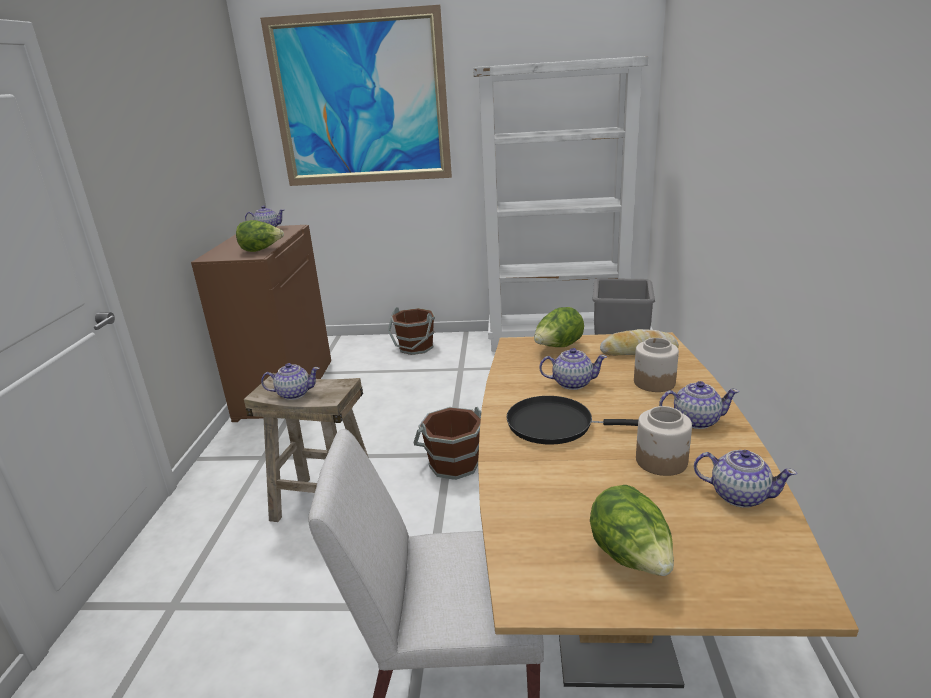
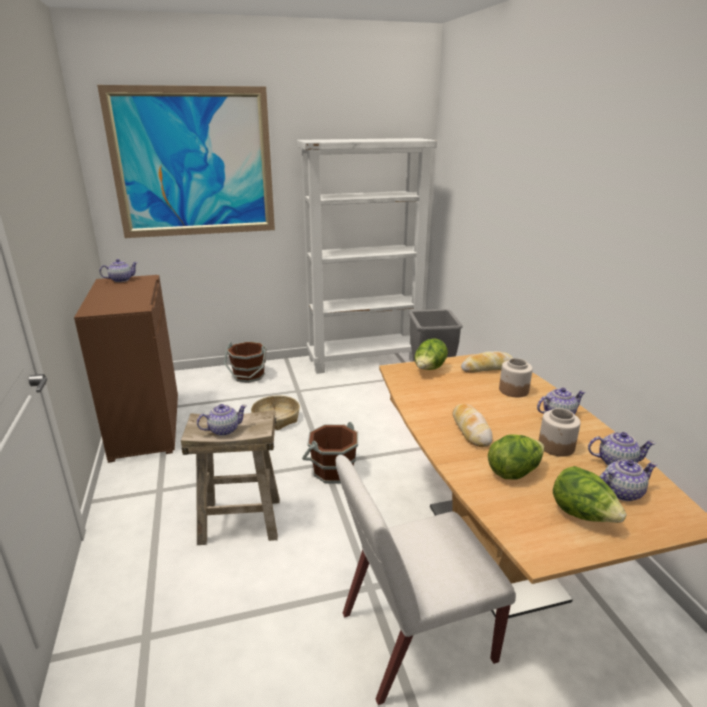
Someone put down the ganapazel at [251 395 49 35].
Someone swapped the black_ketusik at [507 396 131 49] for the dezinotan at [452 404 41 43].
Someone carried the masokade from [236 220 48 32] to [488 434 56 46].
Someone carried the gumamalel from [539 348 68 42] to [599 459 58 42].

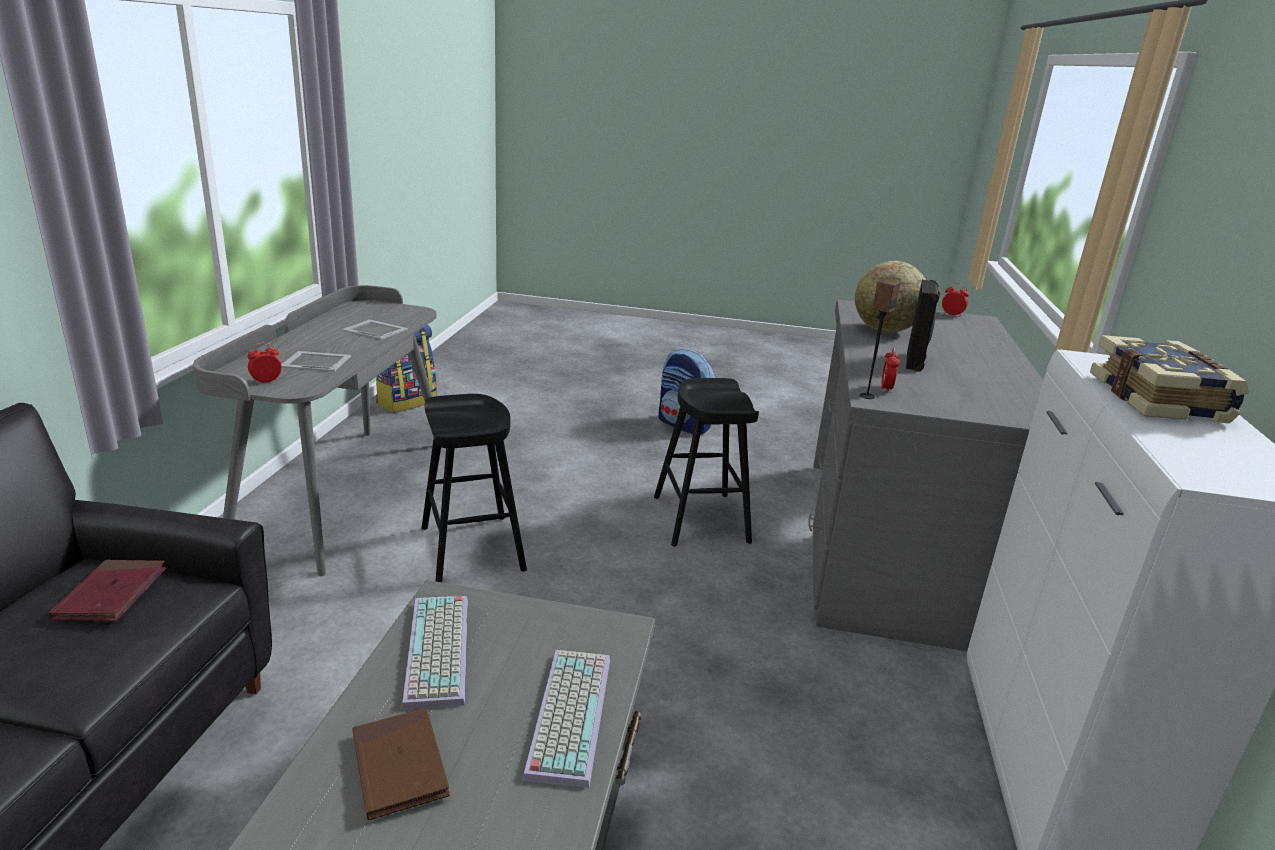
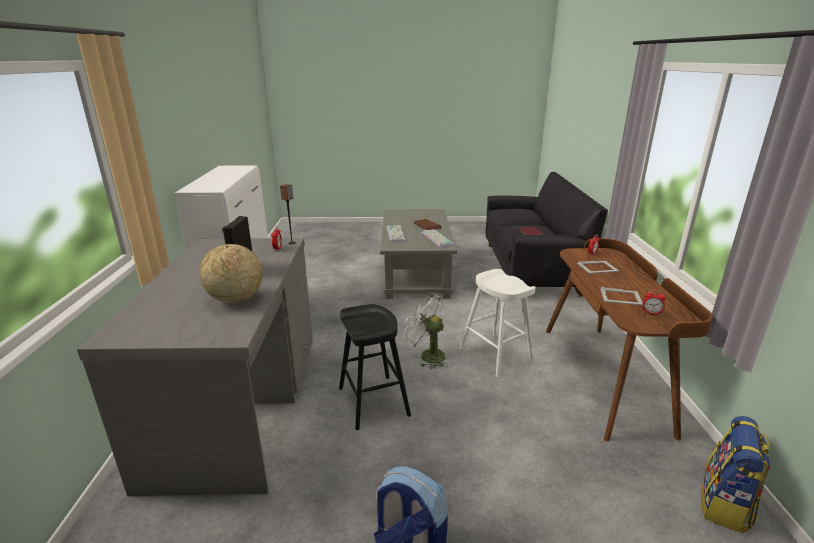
Someone put down the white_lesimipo at [404 293 43 76].
Someone repainted the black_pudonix at [422 394 105 188], which became the white_pudonix at [460 269 76 108].
Someone repainted the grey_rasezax at [193 285 244 291], which became the brown_rasezax at [546 239 167 203].
Someone carried the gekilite from [942 283 27 34] to [643 289 23 26].
Someone took away the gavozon at [1090 335 159 88].

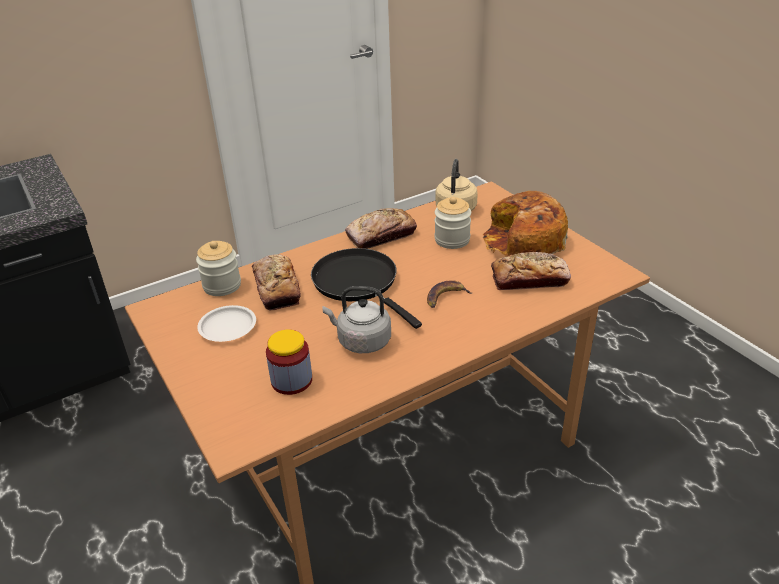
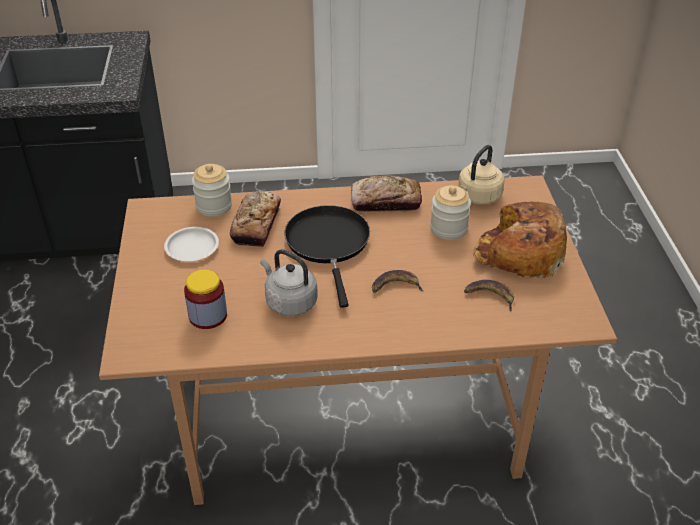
Someone swapped the dezinotan at [491 252 80 38] for the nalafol at [464 280 50 32].

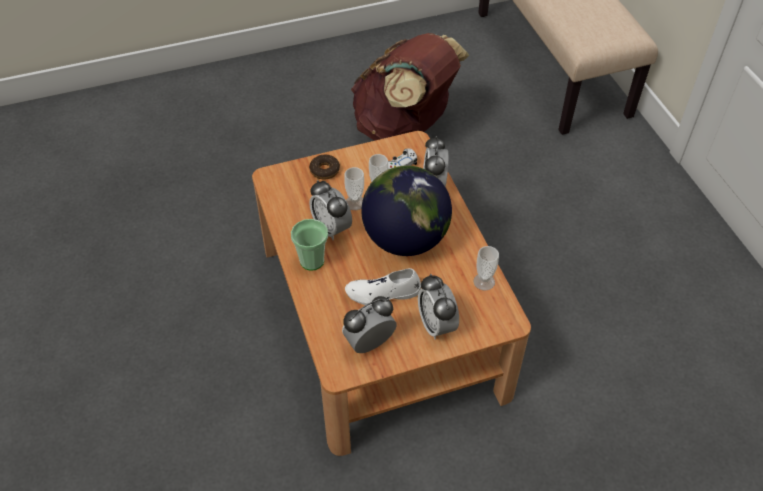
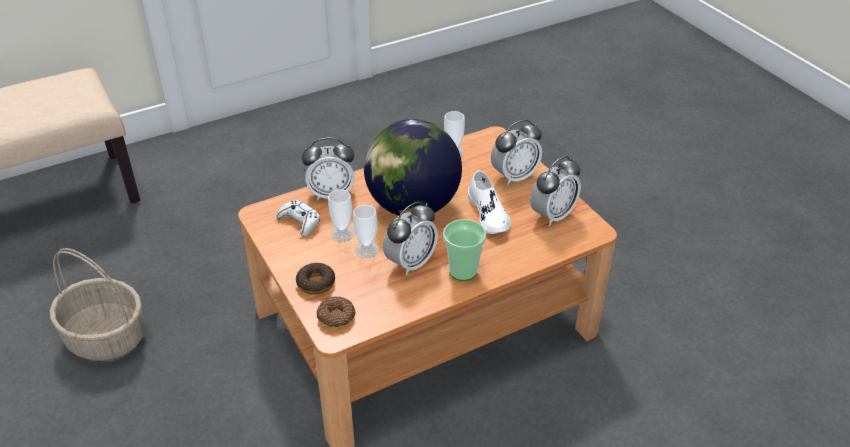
Someone swapped the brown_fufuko at [351 33 118 108] for the ganapazel at [50 248 95 113].
Someone put down the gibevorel at [317 296 38 33].
Someone rotated the gekilite at [342 296 55 57] by 90 degrees counterclockwise.

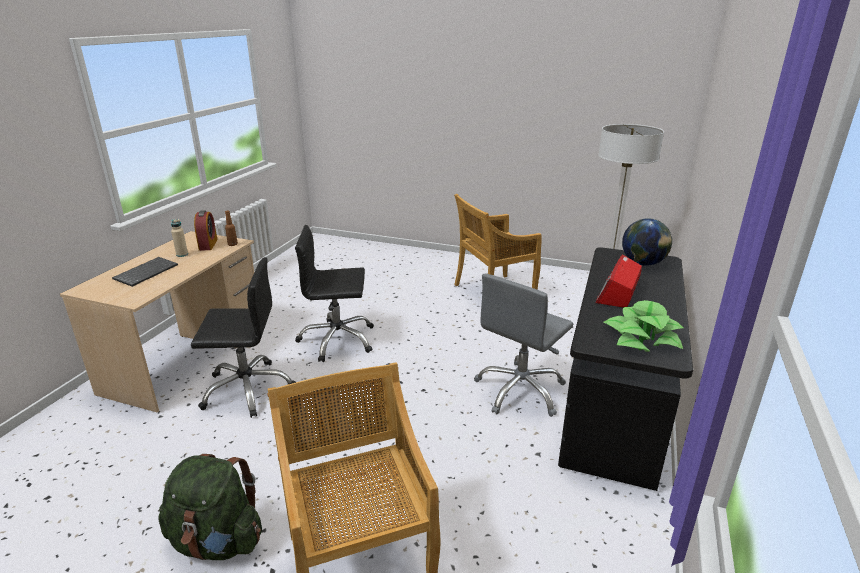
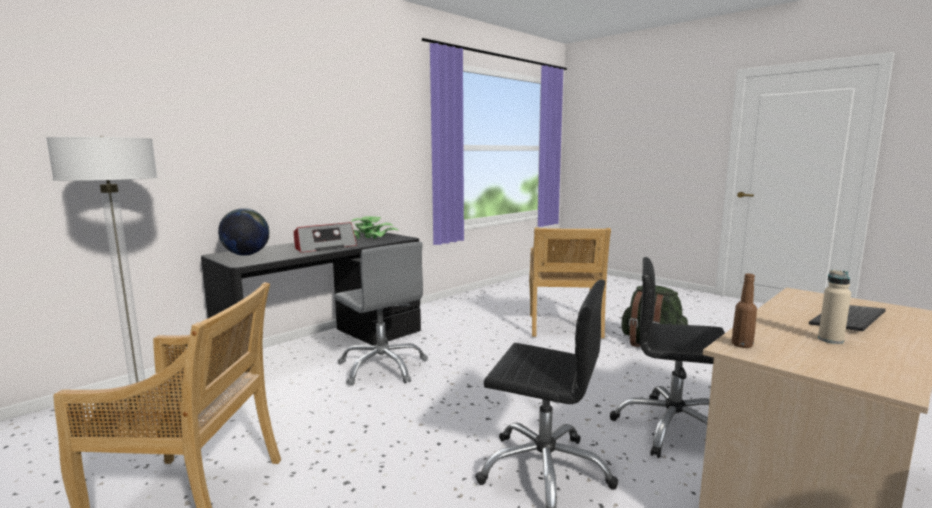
Someone rotated the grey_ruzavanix at [474 273 99 144] by 75 degrees clockwise.
Someone took away the gekilite at [194 210 23 41].

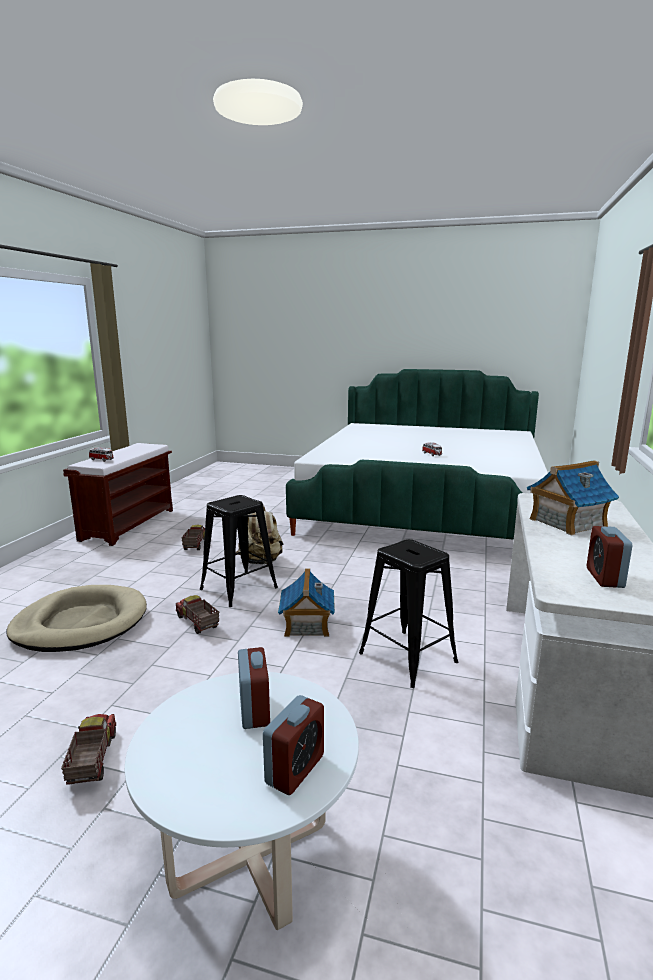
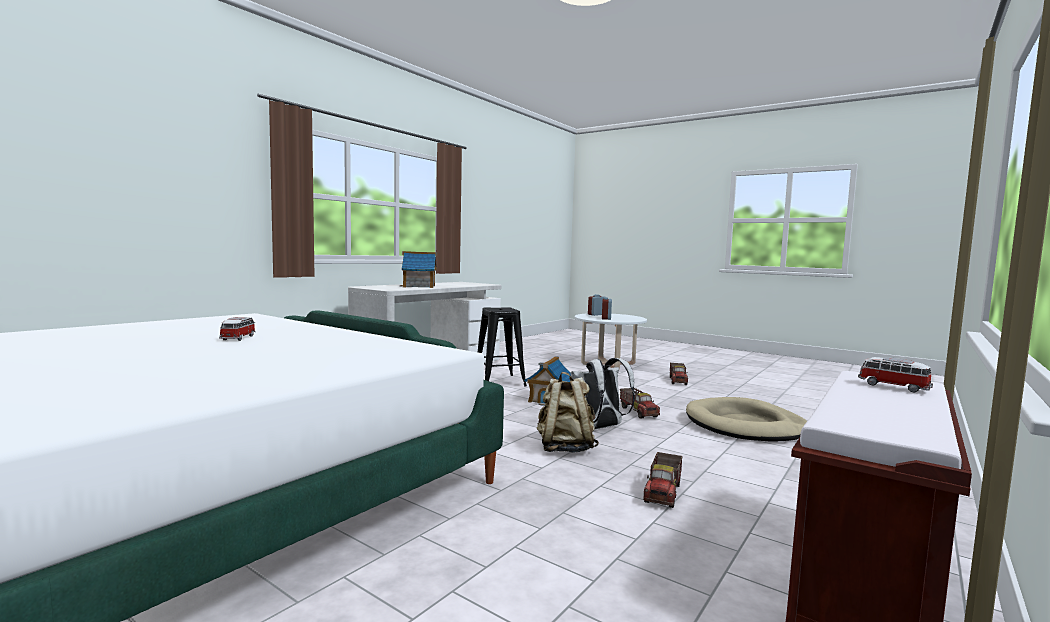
Someone swapped the black_pudonix at [200 495 78 112] for the white_fufuko at [571 358 64 71].
Someone took away the gekilite at [587 526 45 62].

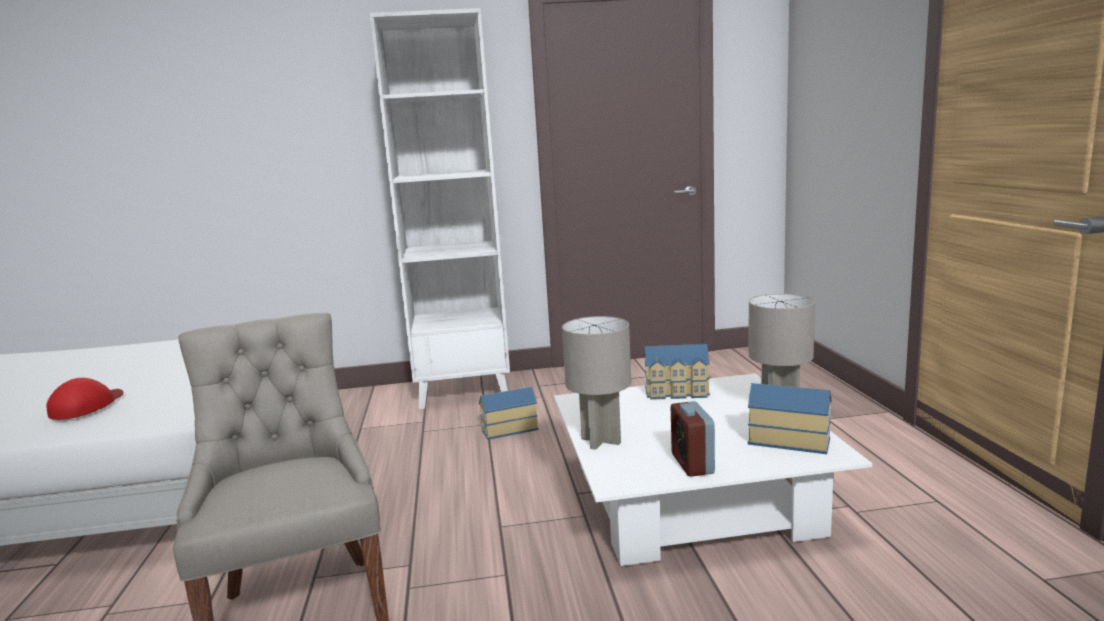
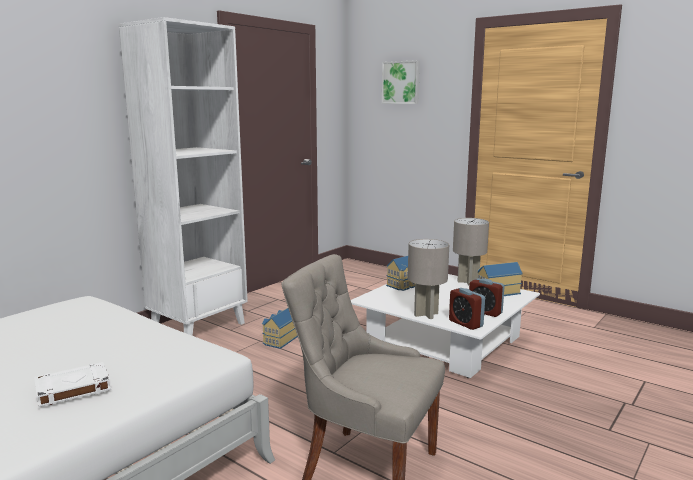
Someone swapped the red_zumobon at [46 378 77 42] for the white_gavozon at [34 362 77 45].
Someone put up the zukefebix at [382 60 38 44].
Someone put down the gekilite at [449 288 36 42].

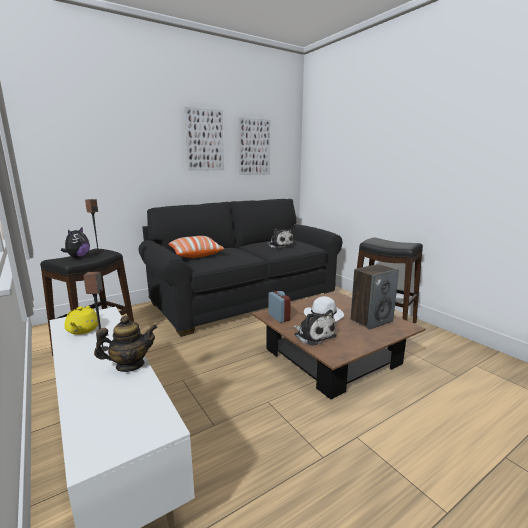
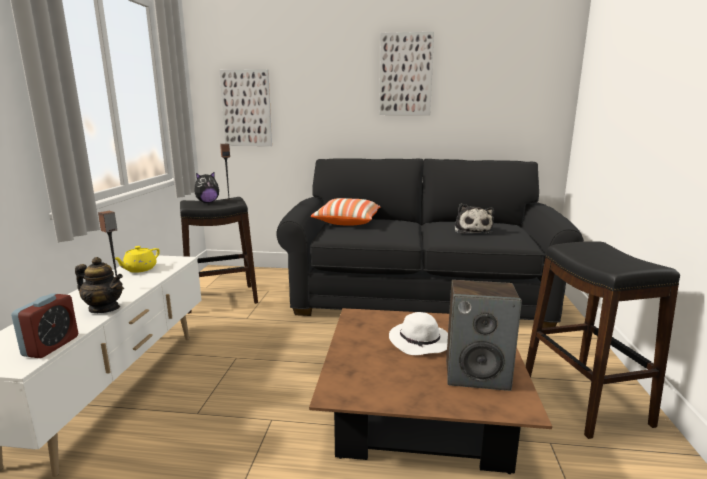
Someone carried the gekilite from [268 291 23 32] to [11 293 67 65].
Someone carried the zukefebix from [238 117 32 58] to [219 69 53 77].
Someone took away the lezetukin at [293 310 44 36].

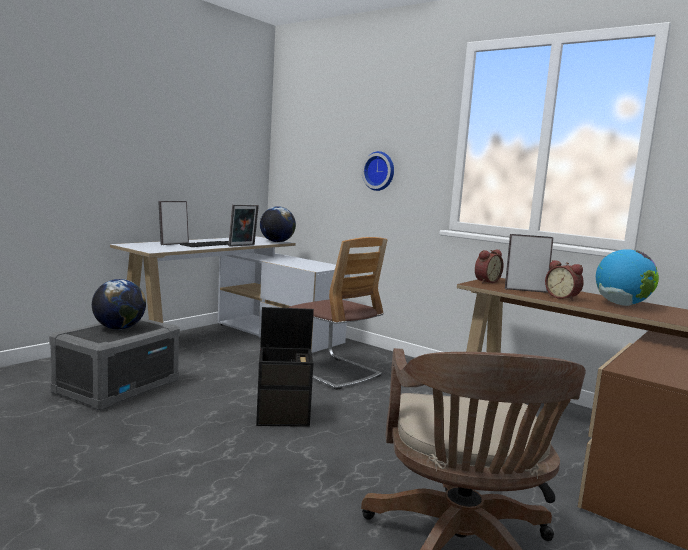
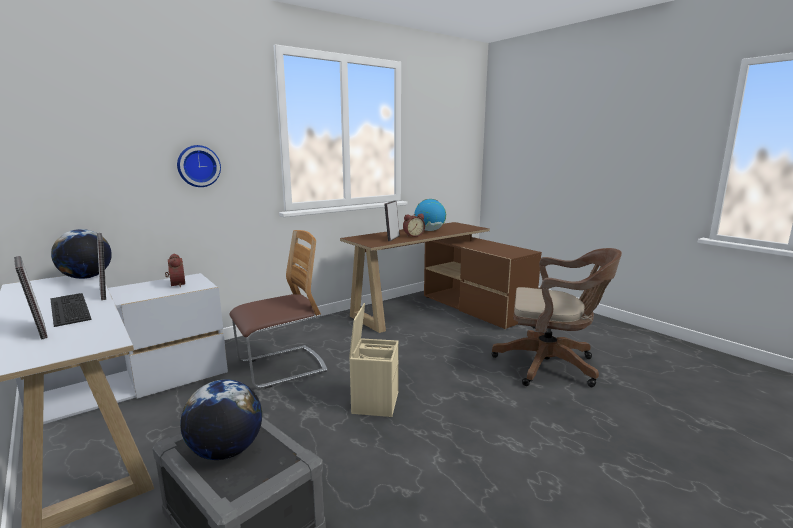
Someone carried the gekilite from [475 249 29 34] to [165 254 20 34].
Someone repainted the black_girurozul at [256 307 58 120], which became the beige_girurozul at [349 303 50 114].

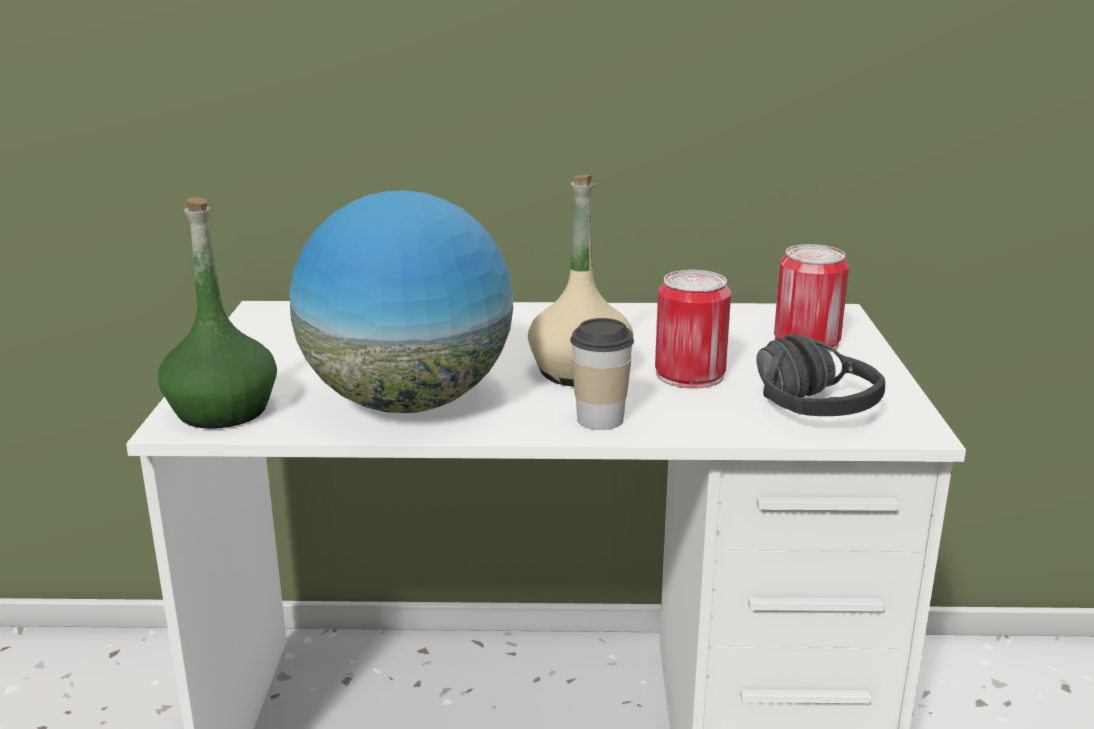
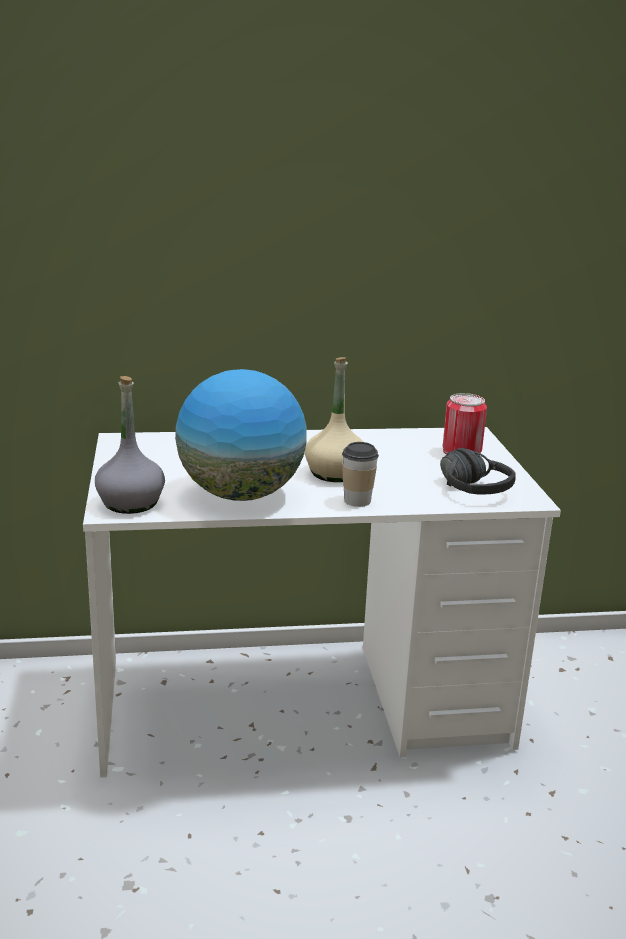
Someone repainted the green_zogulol at [158 198 119 231], which became the grey_zogulol at [95 376 70 138].
Someone took away the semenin at [655 270 76 118].

